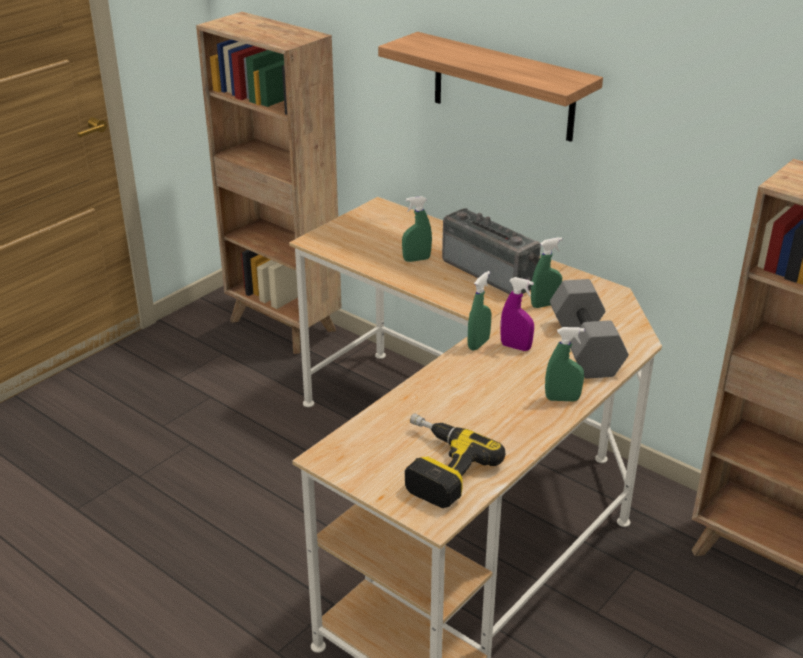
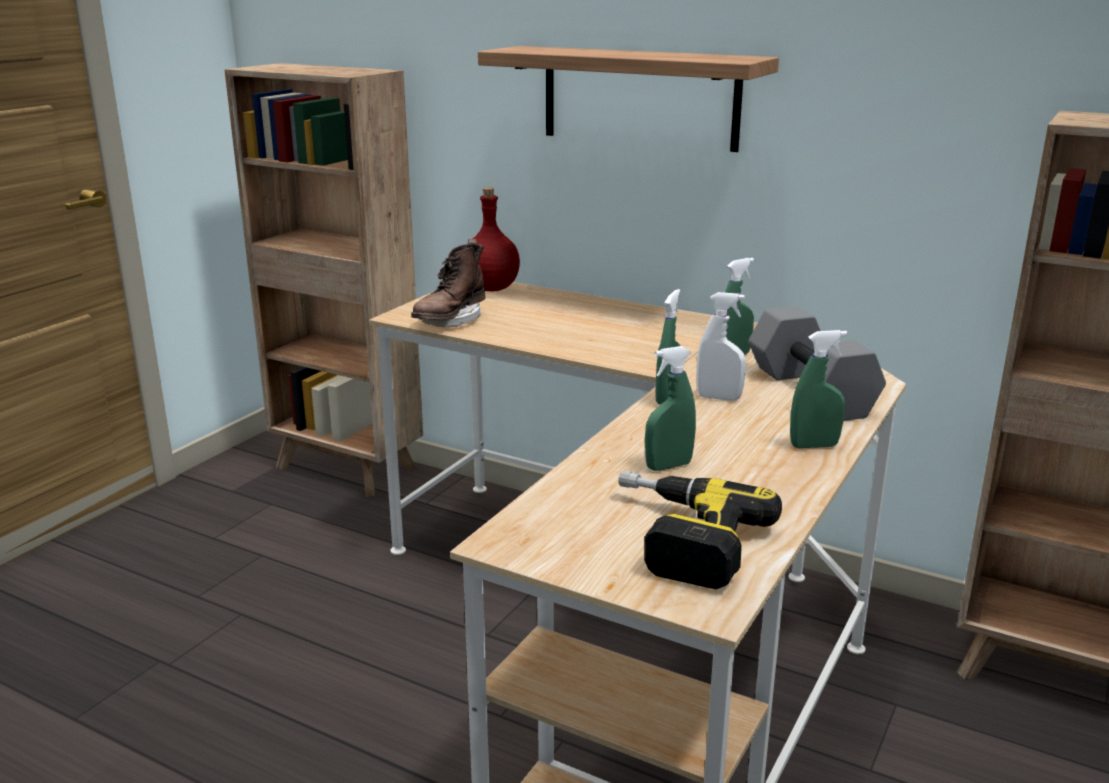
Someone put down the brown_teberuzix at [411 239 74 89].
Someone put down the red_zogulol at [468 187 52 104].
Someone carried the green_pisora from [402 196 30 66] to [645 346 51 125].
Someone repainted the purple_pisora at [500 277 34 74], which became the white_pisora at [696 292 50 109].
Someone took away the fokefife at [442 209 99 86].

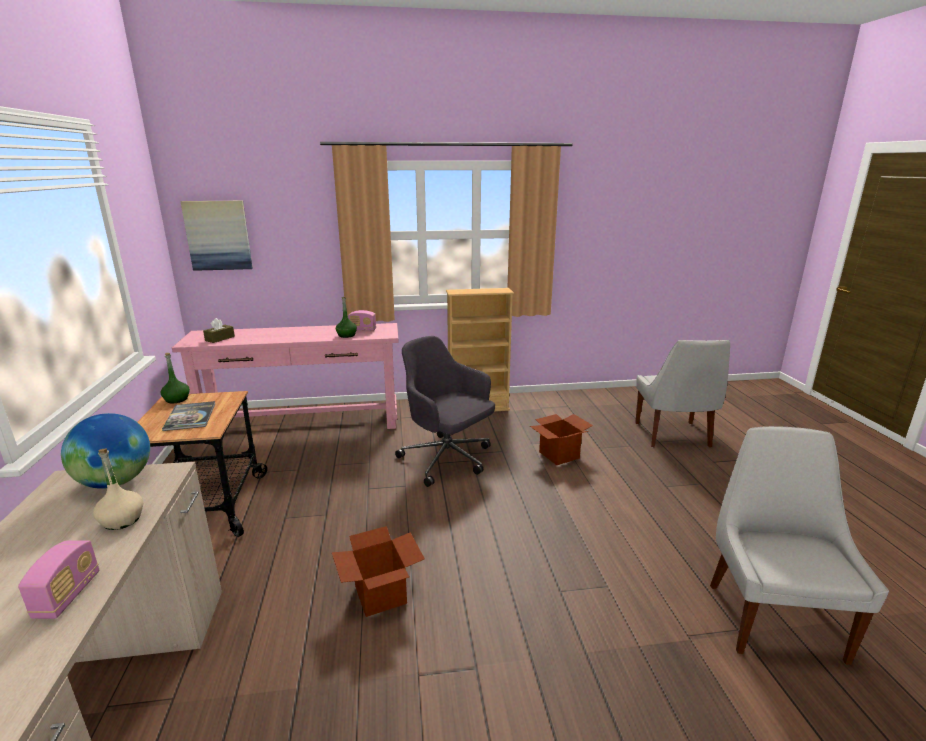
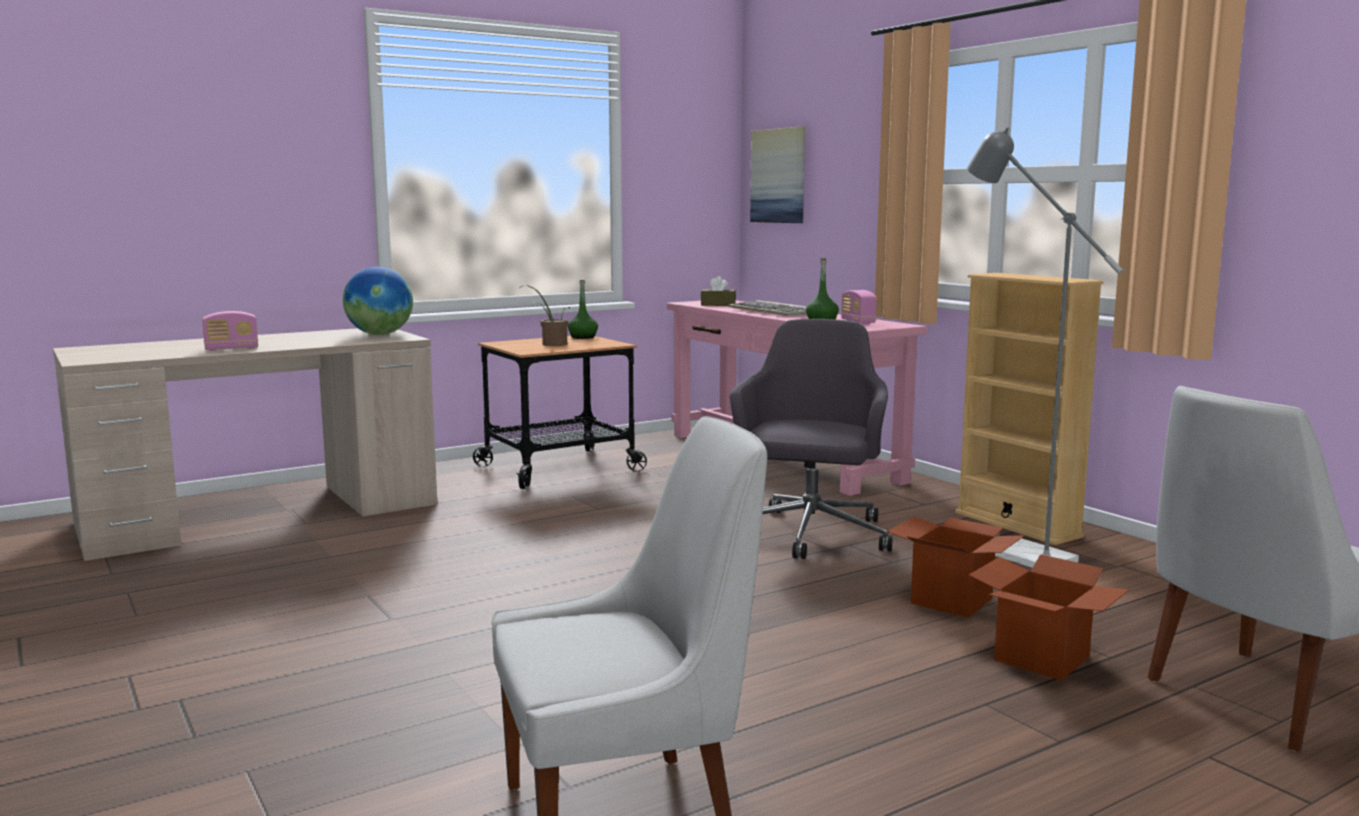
Someone swapped the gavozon at [162 401 53 30] for the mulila at [519 285 51 61].
Someone put down the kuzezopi at [728 300 79 16].
Someone put down the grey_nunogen at [967 127 156 441].
Someone carried the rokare from [332 526 93 91] to [969 554 161 126].
Someone took away the beige_zogulol at [93 449 50 81].

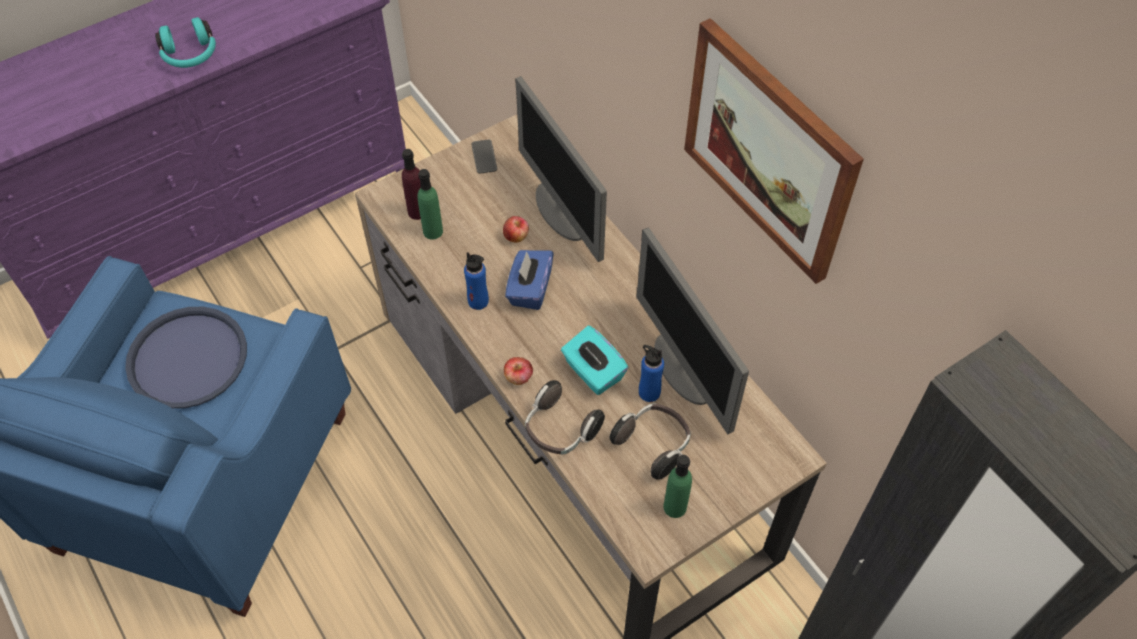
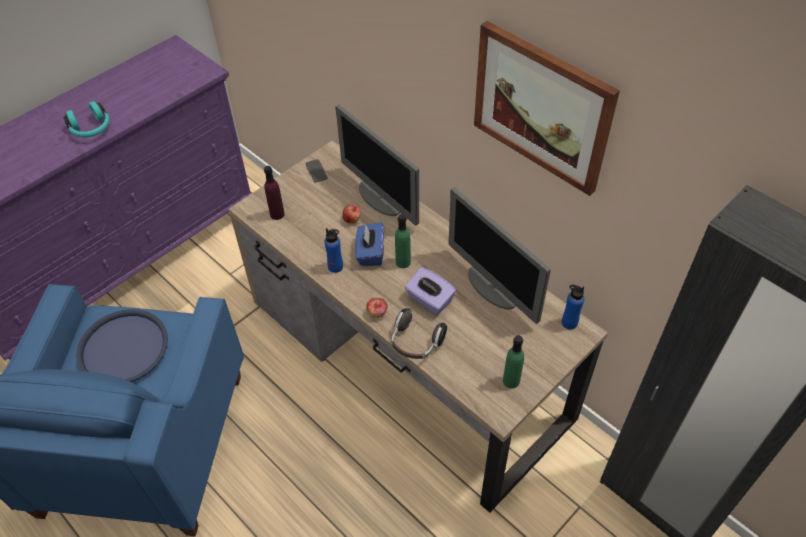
Someone carried the green_zogulol from [417 169 26 71] to [395 214 16 54].
Someone repainted the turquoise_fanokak at [561 326 67 69], which became the purple_fanokak at [405 267 51 48].
Someone carried the blue_zogulol from [639 345 25 57] to [562 285 22 44].
Someone took away the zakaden at [610 404 80 76].

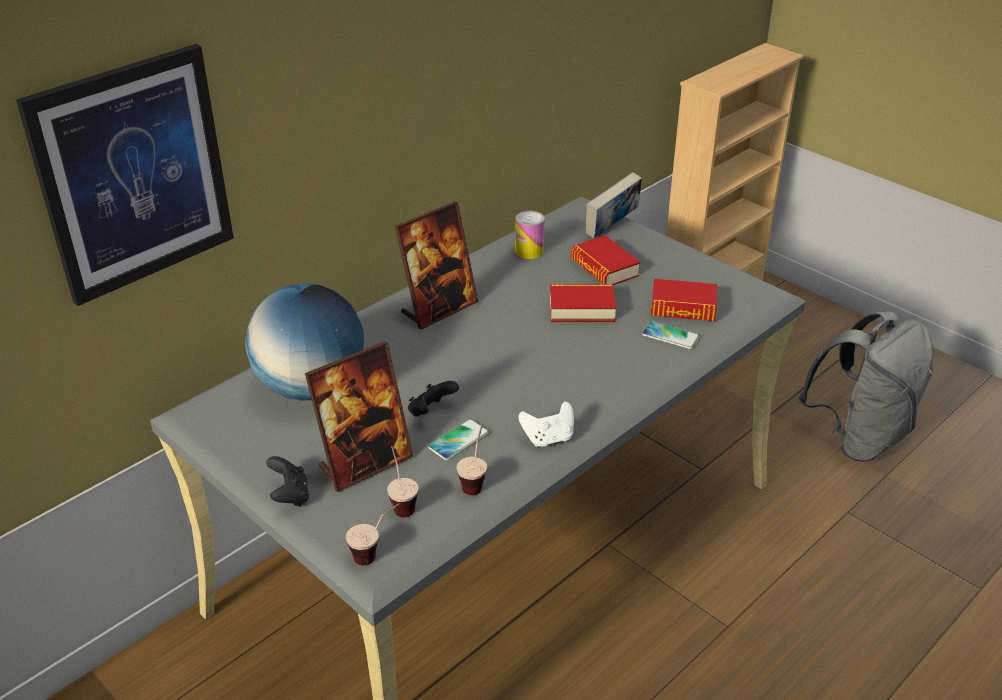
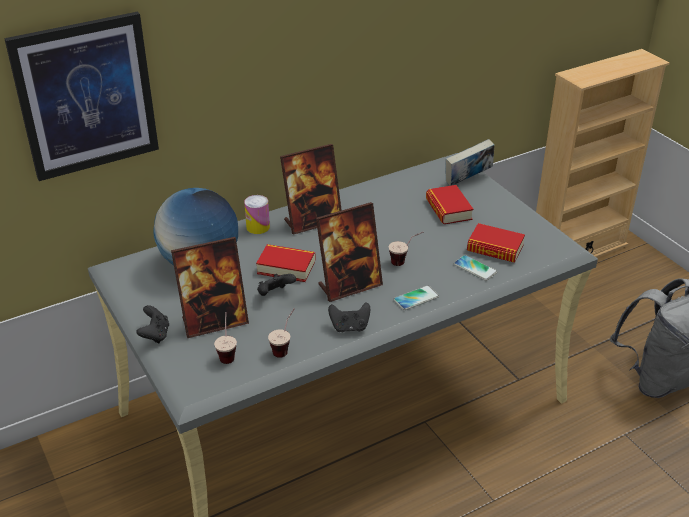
Someone carried the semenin from [515 211 30 48] to [244 195 26 39].
Someone carried the gavozon from [550 284 66 38] to [256 244 59 38].
Someone put down the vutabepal at [316 202 67 100].
Someone repainted the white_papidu at [518 401 56 46], which became the black_papidu at [328 302 42 30].
Someone carried the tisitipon from [346 503 54 62] to [389 232 34 34].
Someone carried the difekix from [428 419 61 41] to [393 285 46 25].

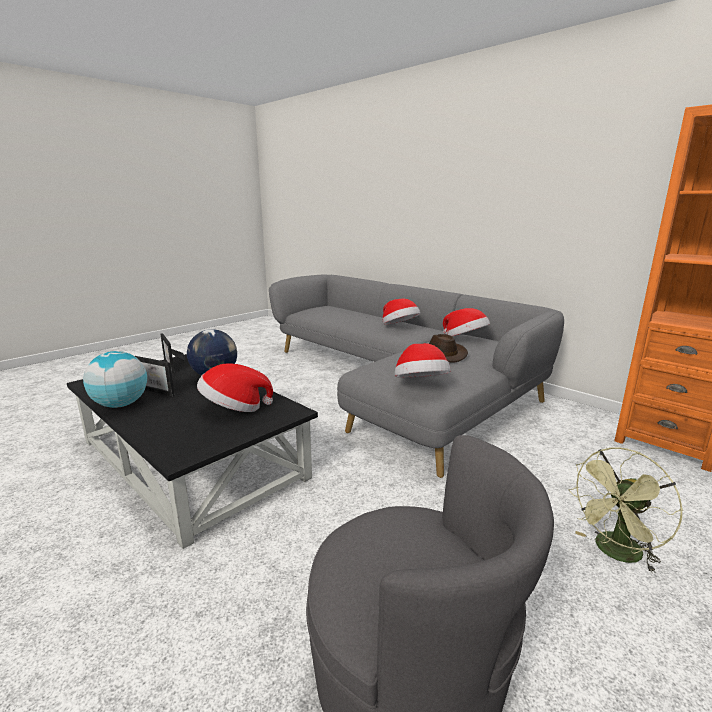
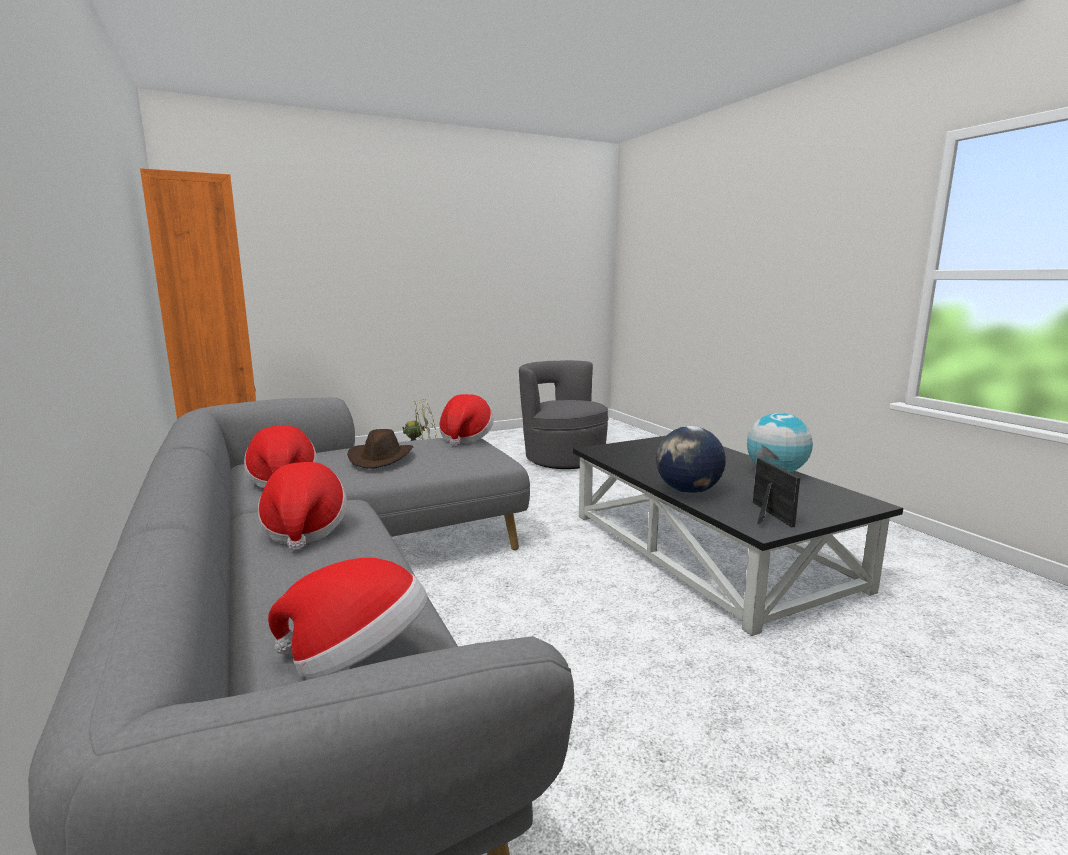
Someone carried the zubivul from [197 363 76 49] to [268 558 159 120].
Someone took away the vutabepal at [135 356 39 40].

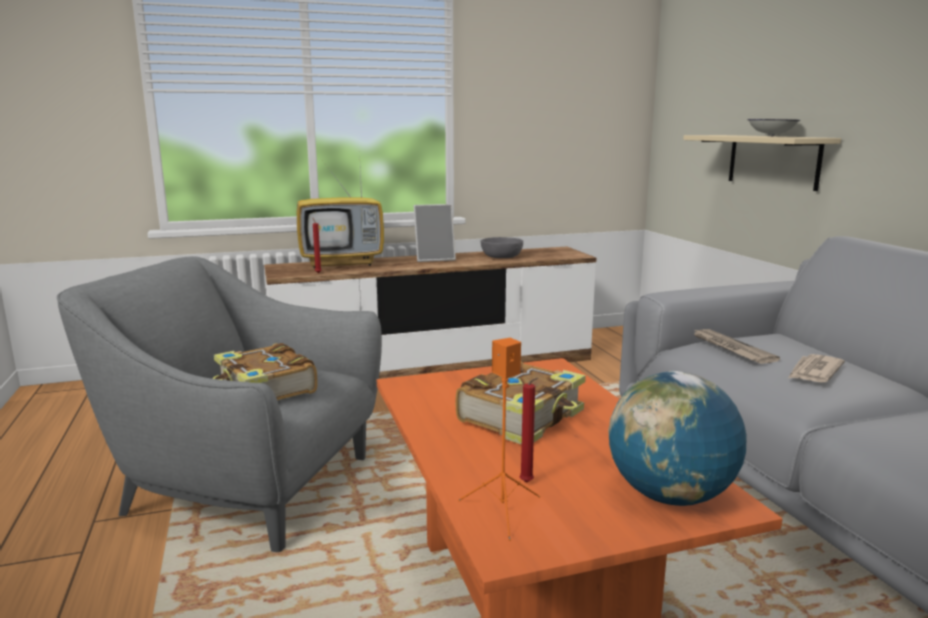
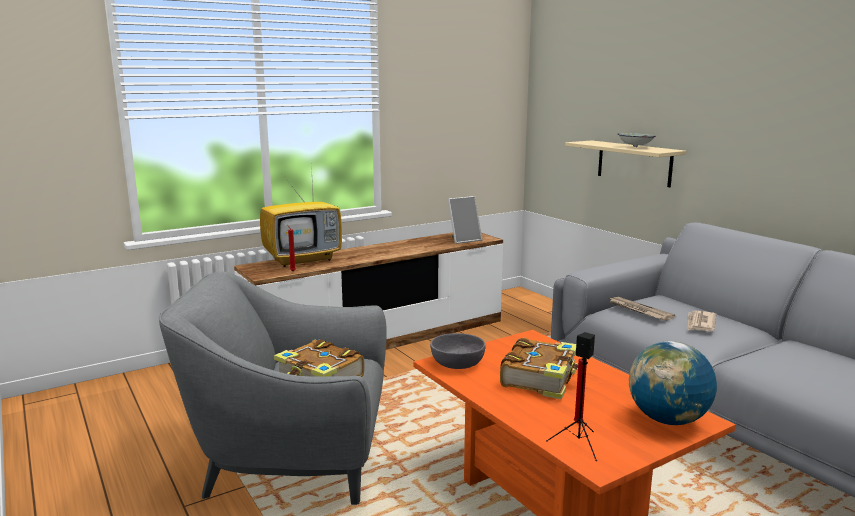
Someone carried the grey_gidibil from [481 237 42 21] to [430 333 56 36].
Someone carried the vutabepal from [414 204 42 58] to [448 196 34 48].
Someone repainted the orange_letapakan at [458 338 82 203], which became the black_letapakan at [546 332 51 129].

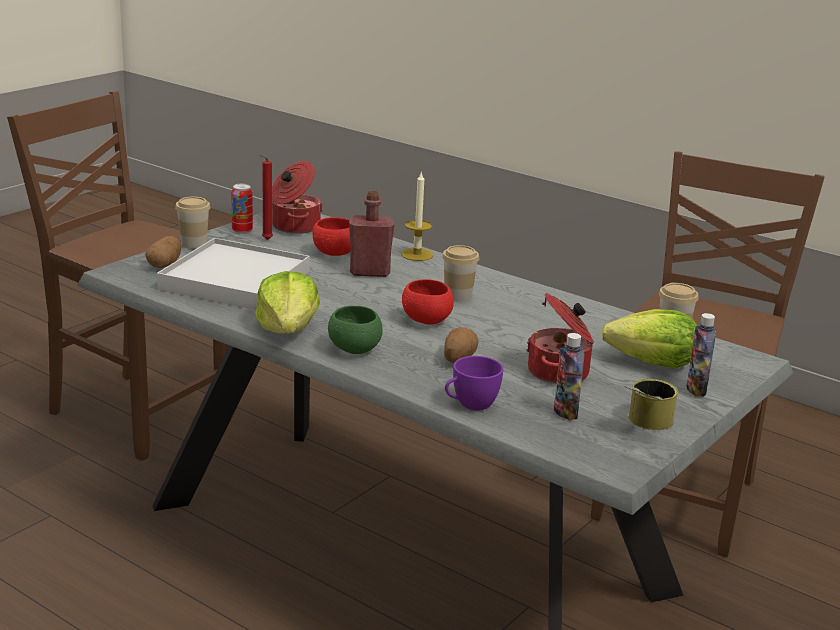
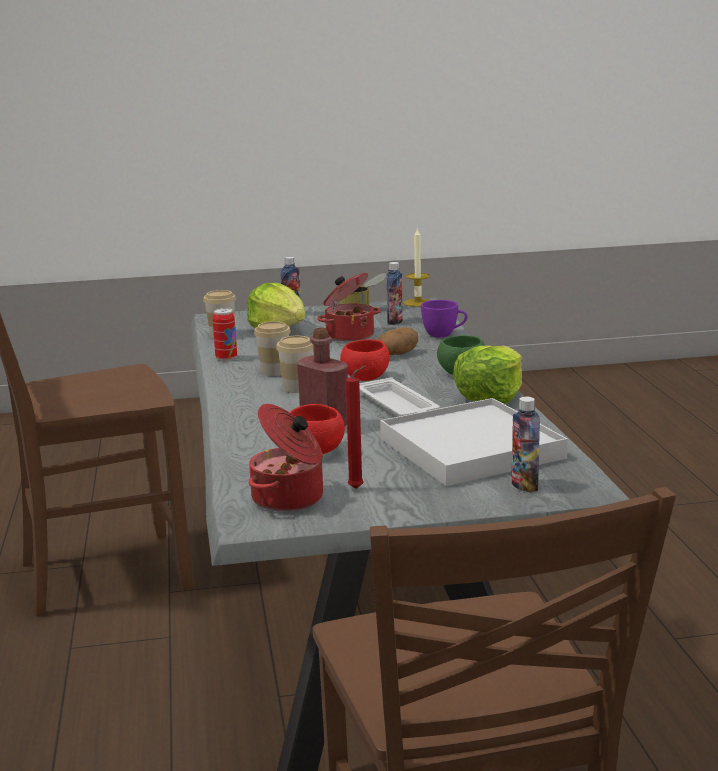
Someone carried the semenin from [231 184 22 50] to [213 308 24 53].
Someone carried the tisitipon from [175 197 35 52] to [254 321 37 55].
Someone put down the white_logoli at [359 377 81 40].
Someone carried the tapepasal from [401 171 32 90] to [404 229 26 78].
Someone swapped the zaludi at [145 236 36 32] for the zogulol at [511 397 29 96].

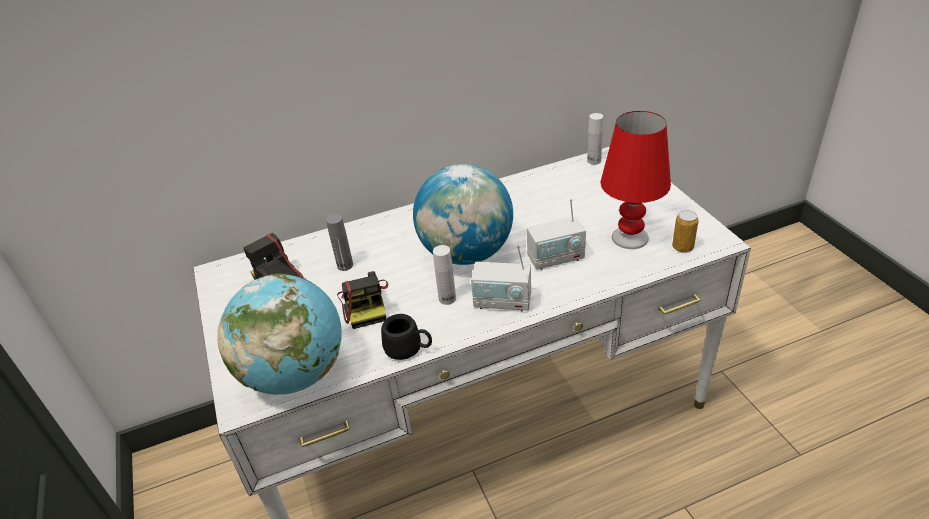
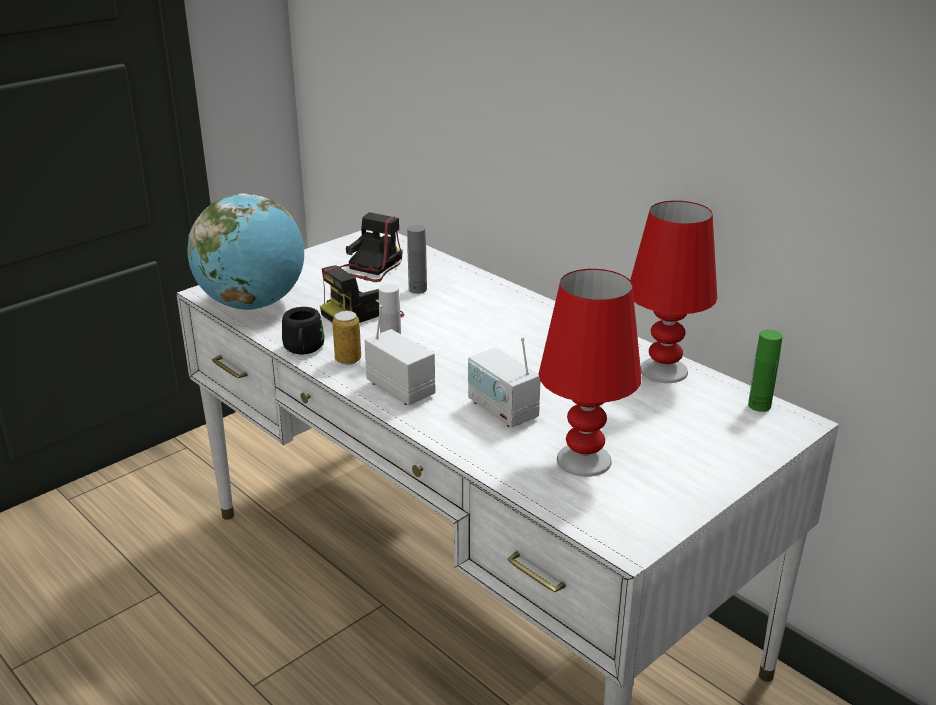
Someone carried the semenin from [672 210 27 43] to [332 311 29 54].
Someone rotated the fokefife at [471 245 60 66] by 150 degrees clockwise.
Someone put down the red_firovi at [630 201 87 182].
Someone repainted the white_zogulol at [587 113 16 52], which became the green_zogulol at [748 330 35 82].
Someone took away the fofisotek at [413 164 100 101].

